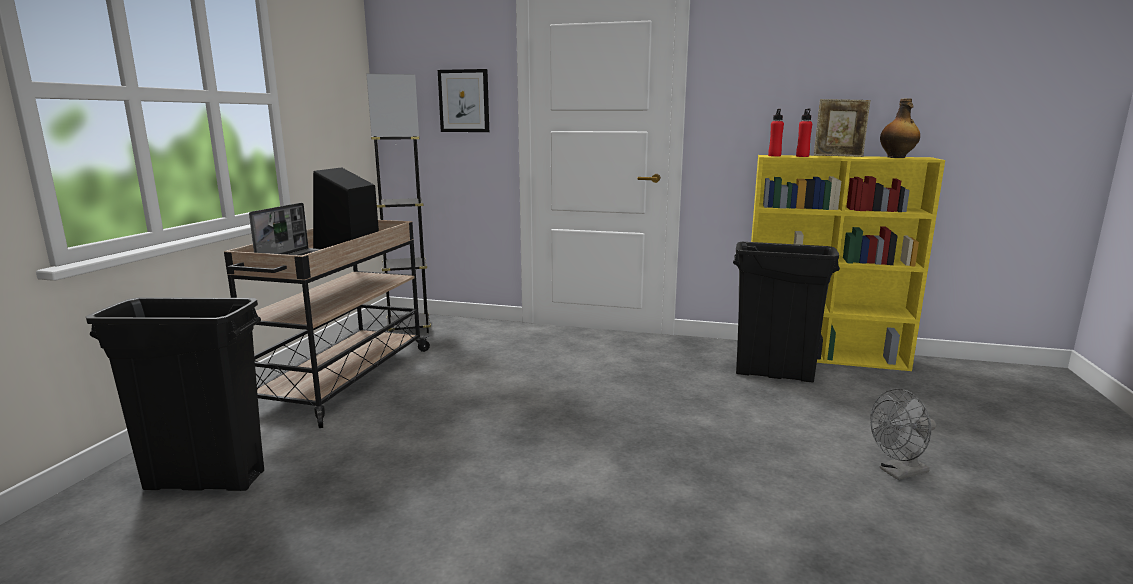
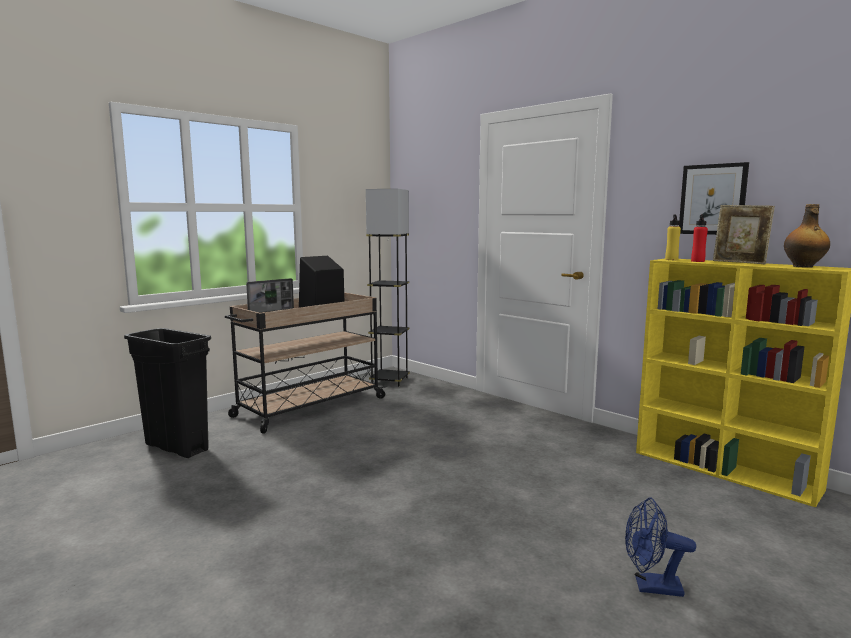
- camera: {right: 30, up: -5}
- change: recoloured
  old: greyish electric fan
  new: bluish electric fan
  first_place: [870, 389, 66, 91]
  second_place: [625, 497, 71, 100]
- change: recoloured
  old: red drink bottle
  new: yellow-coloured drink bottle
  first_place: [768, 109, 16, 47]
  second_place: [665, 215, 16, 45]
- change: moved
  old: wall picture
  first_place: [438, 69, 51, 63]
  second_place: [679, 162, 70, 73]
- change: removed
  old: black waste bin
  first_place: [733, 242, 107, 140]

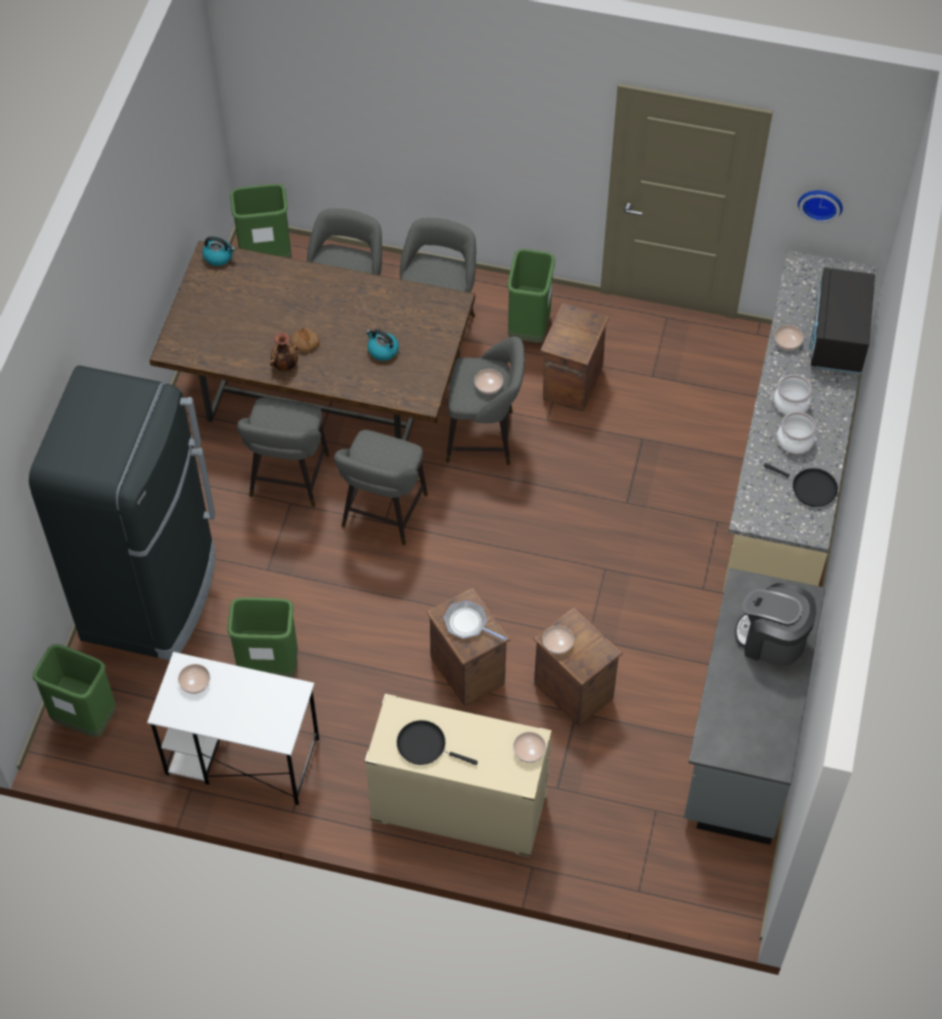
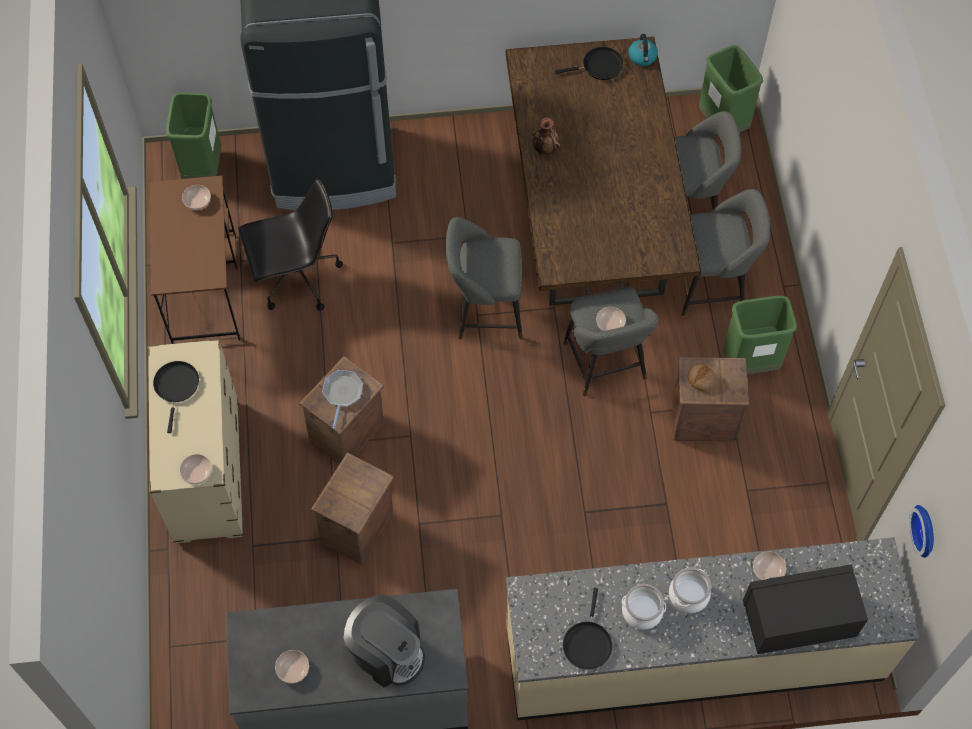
- camera: {right: 70, up: 5}
- change: recoloured
  old: white desk table
  new: brownish desk table
  first_place: [147, 652, 172, 153]
  second_place: [150, 176, 90, 168]
- change: replaced
  old: greenish waste bin
  new: black desk chair
  first_place: [227, 597, 71, 81]
  second_place: [238, 178, 105, 132]
- change: moved
  old: serving bowl
  first_place: [543, 626, 31, 28]
  second_place: [275, 650, 34, 34]
- change: turned
  old: coffee maker
  first_place: [735, 583, 81, 83]
  second_place: [344, 595, 81, 92]
  degrees: 120
- change: added
  new: black frying pan
  second_place: [554, 47, 70, 33]
- change: moved
  old: baked bread
  first_place: [290, 328, 30, 24]
  second_place: [688, 363, 28, 29]
- change: removed
  old: greyish stool
  first_place: [237, 398, 92, 109]
- change: removed
  old: tea kettle
  first_place: [366, 329, 33, 32]

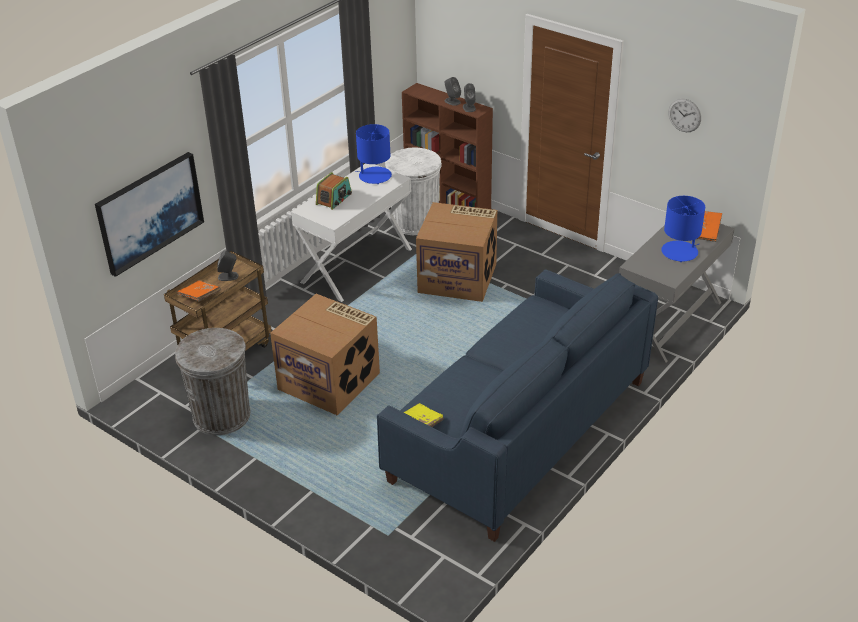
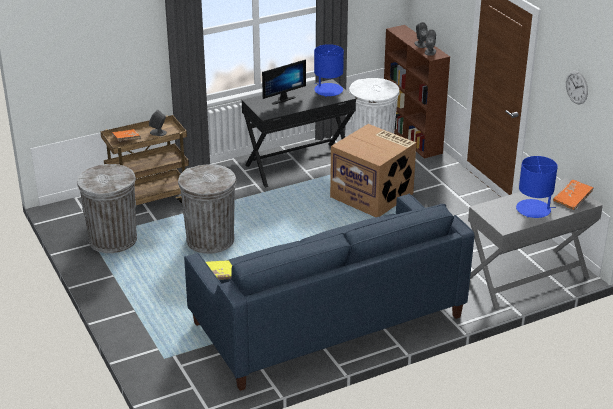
- camera: {right: 25, up: -5}
- change: replaced
  old: carton
  new: greyish waste bin
  first_place: [270, 294, 110, 121]
  second_place: [178, 164, 58, 90]
- change: recoloured
  old: white desk table
  new: black desk table
  first_place: [291, 163, 121, 139]
  second_place: [242, 79, 114, 109]
- change: replaced
  old: radio
  new: monitor
  first_place: [316, 172, 36, 38]
  second_place: [262, 59, 44, 46]
- change: removed
  old: wall picture
  first_place: [95, 152, 109, 125]

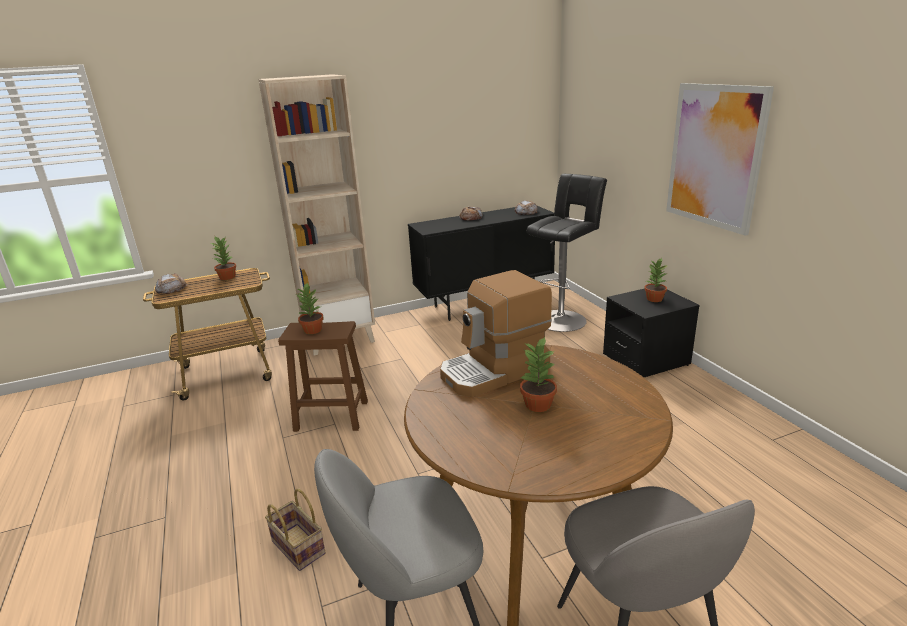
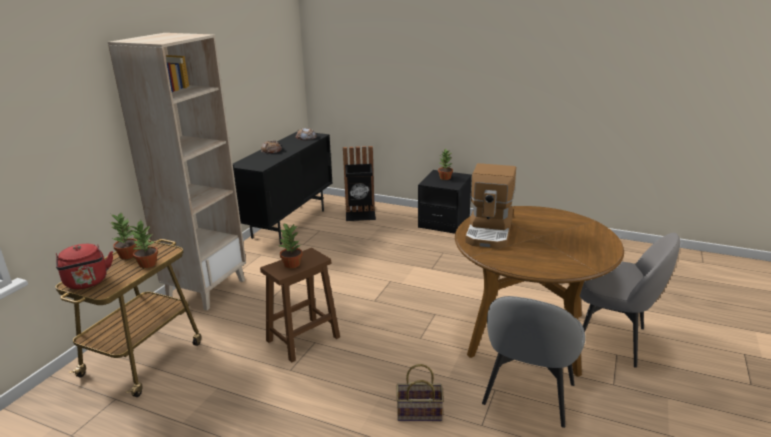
- camera: {right: -45, up: 0}
- change: replaced
  old: baked bread
  new: red tea kettle
  first_place: [155, 273, 33, 21]
  second_place: [56, 244, 57, 45]
- change: moved
  old: houseplant
  first_place: [519, 337, 38, 75]
  second_place: [130, 220, 28, 48]
- change: replaced
  old: black stool
  new: black waste bin
  first_place: [526, 174, 81, 158]
  second_place: [343, 146, 33, 75]
- change: removed
  old: wall picture
  first_place: [666, 83, 108, 153]

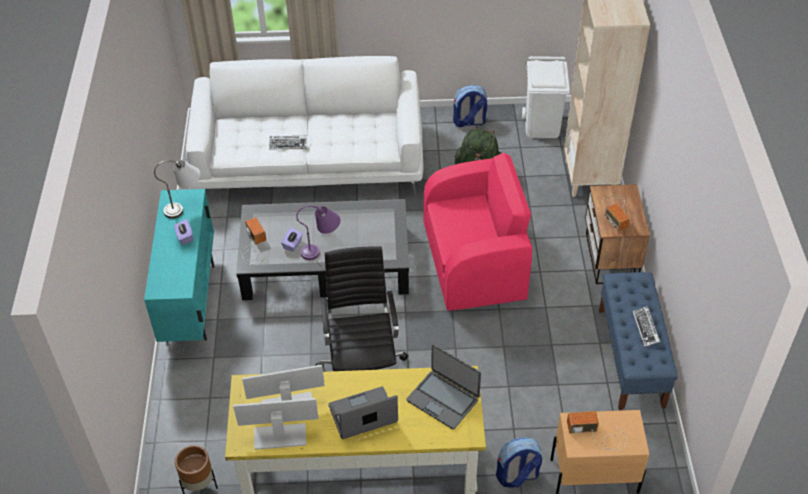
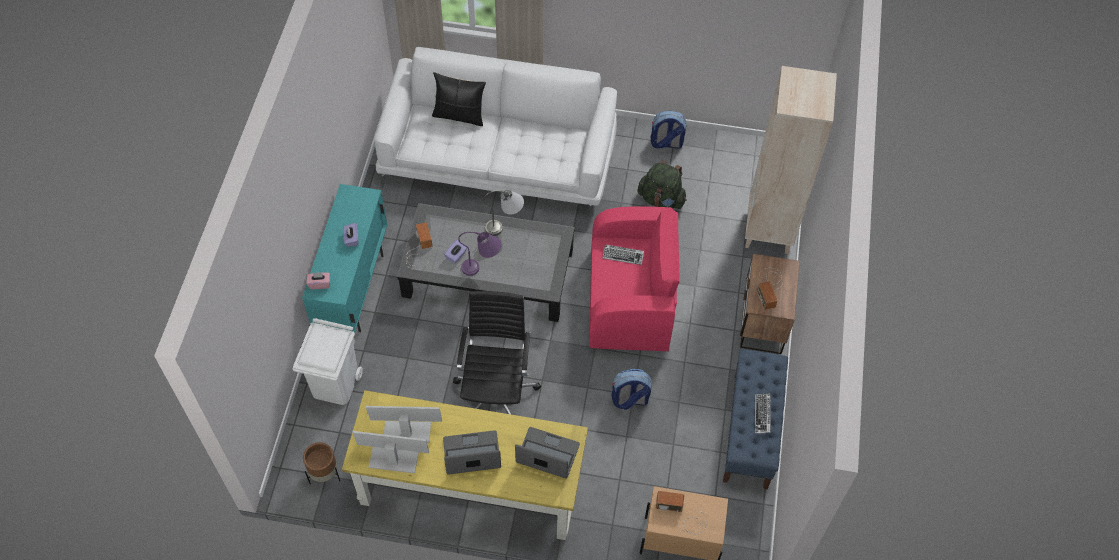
- camera: {right: 10, up: 10}
- change: moved
  old: white waste bin
  first_place: [522, 56, 48, 82]
  second_place: [293, 318, 70, 87]
- change: added
  new: pinkish tissue box
  second_place: [306, 272, 24, 17]
- change: added
  new: black throw pillow
  second_place: [432, 72, 54, 54]
- change: moved
  old: greyish lamp for a table
  first_place: [154, 160, 46, 59]
  second_place: [483, 190, 41, 46]
- change: turned
  old: laptop
  first_place: [407, 344, 74, 86]
  second_place: [515, 427, 65, 51]
  degrees: 150
- change: moved
  old: computer keyboard
  first_place: [269, 136, 39, 14]
  second_place: [603, 244, 41, 21]
- change: moved
  old: backpack
  first_place: [496, 437, 46, 51]
  second_place: [611, 369, 41, 41]

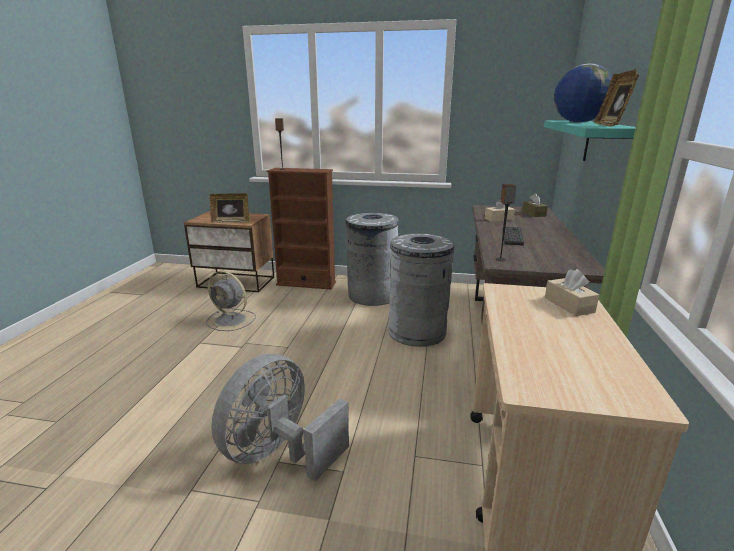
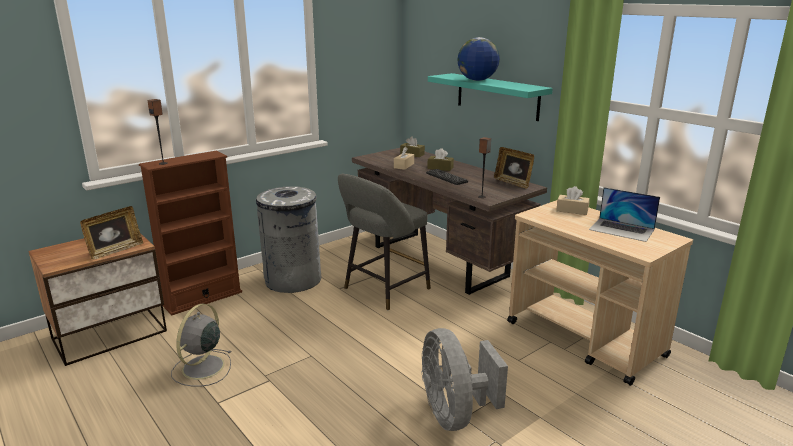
- camera: {right: -50, up: 0}
- change: turned
  old: greyish electric fan
  first_place: [206, 271, 50, 60]
  second_place: [171, 303, 60, 84]
  degrees: 135
- change: replaced
  old: greyish waste bin
  new: greyish stool
  first_place: [388, 234, 67, 113]
  second_place: [338, 174, 93, 136]
- change: added
  new: brownish tissue box
  second_place: [427, 148, 27, 23]
- change: moved
  old: photo frame
  first_place: [594, 69, 45, 58]
  second_place: [494, 147, 40, 42]
- change: added
  new: laptop
  second_place: [589, 187, 71, 55]

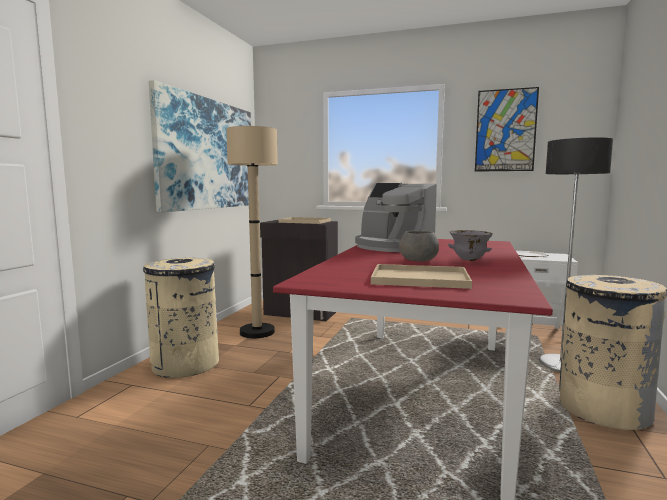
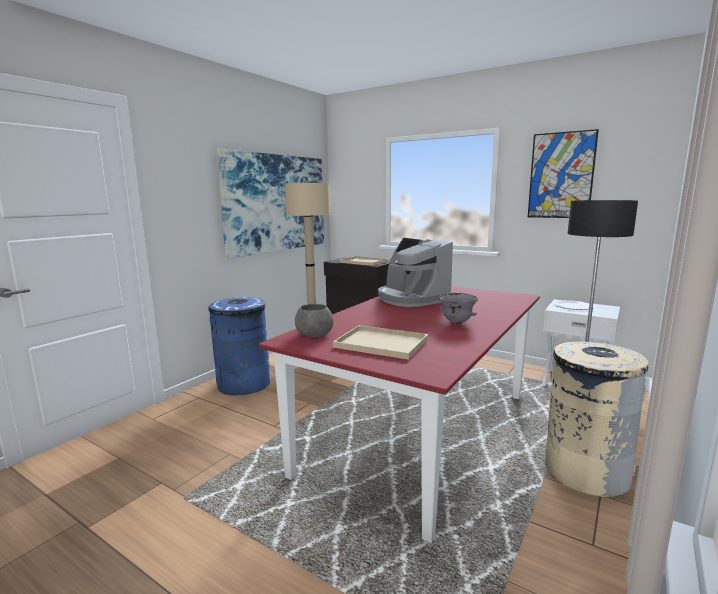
- camera: {right: 15, up: 5}
- change: recoloured
  old: beige waste bin
  new: bluish waste bin
  first_place: [143, 258, 76, 120]
  second_place: [208, 297, 63, 98]
- change: moved
  old: greyish serving bowl
  first_place: [399, 231, 40, 30]
  second_place: [295, 304, 39, 33]

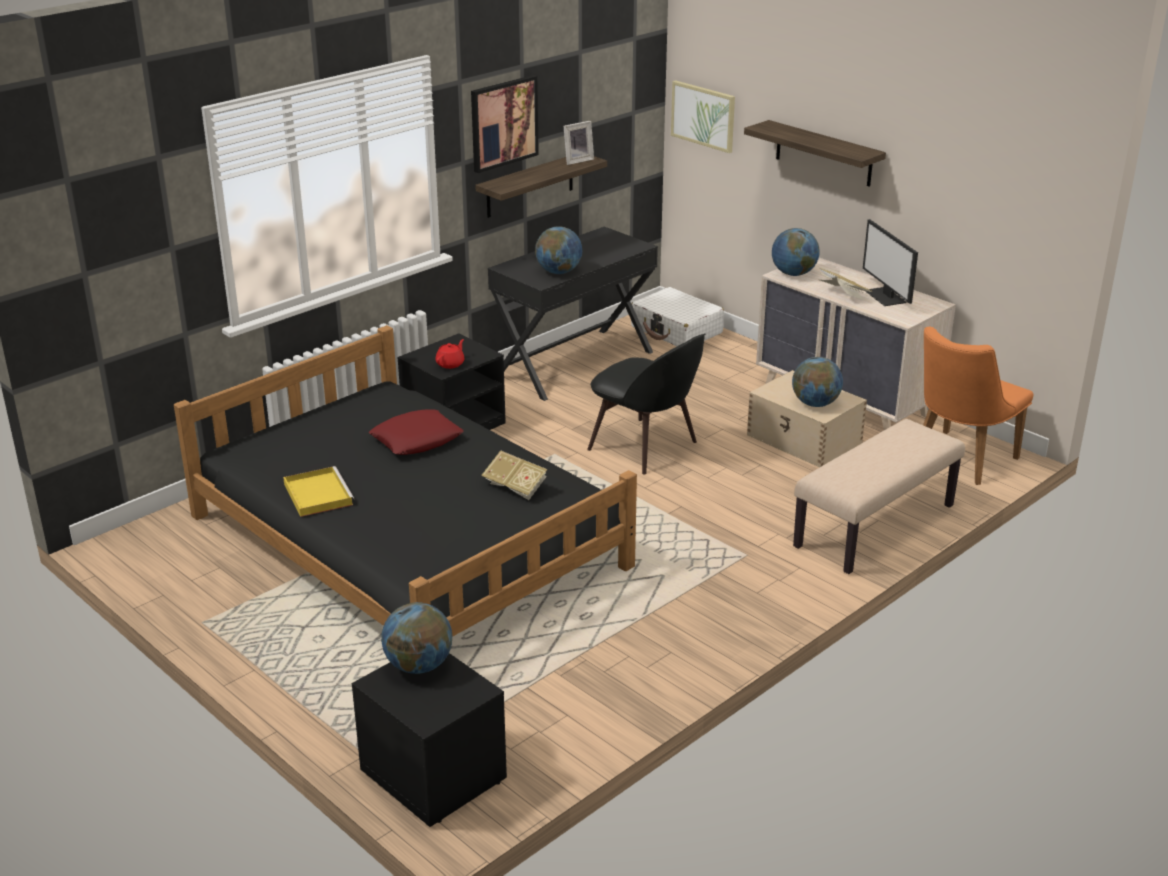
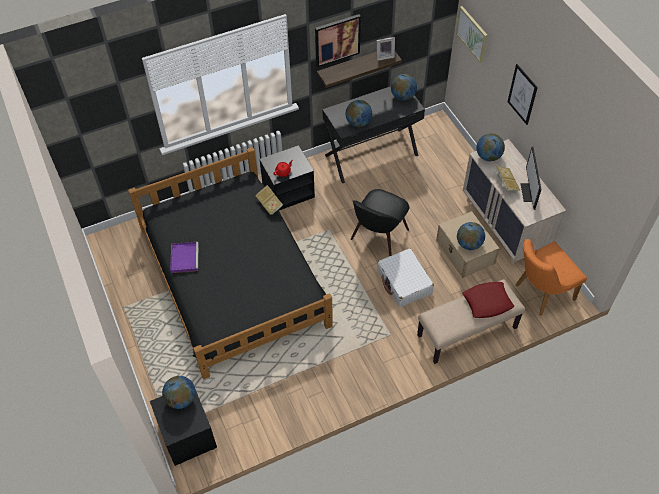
- camera: {right: 20, up: 25}
- change: recoloured
  old: yellow-coloured tray
  new: purple-coloured tray
  first_place: [283, 466, 71, 51]
  second_place: [170, 242, 28, 31]
- change: moved
  old: book
  first_place: [481, 450, 66, 50]
  second_place: [255, 185, 28, 30]
- change: turned
  old: black plain chair
  first_place: [587, 333, 119, 141]
  second_place: [351, 189, 58, 67]
  degrees: 60
- change: moved
  old: white suitcase
  first_place: [631, 287, 93, 59]
  second_place: [377, 248, 57, 59]
- change: added
  new: globe
  second_place: [391, 74, 26, 27]
- change: moved
  old: red throw pillow
  first_place: [369, 409, 95, 46]
  second_place: [462, 282, 52, 36]
- change: replaced
  old: wall shelf
  new: wall picture
  first_place: [744, 120, 142, 67]
  second_place: [508, 64, 30, 61]

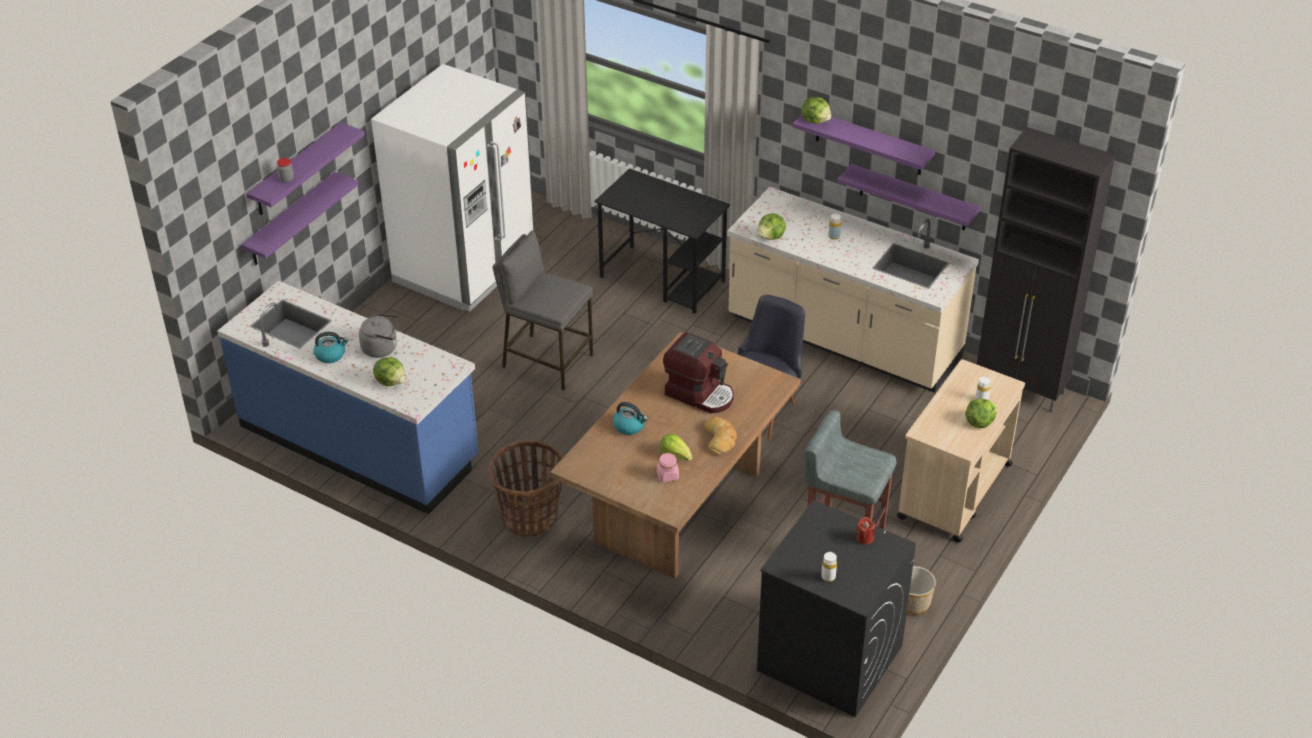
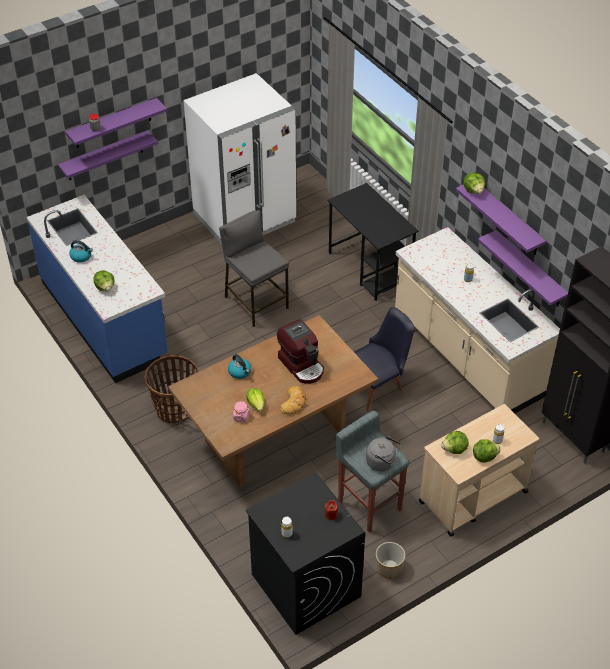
- camera: {right: 25, up: 5}
- change: moved
  old: greyish tea kettle
  first_place: [359, 313, 40, 45]
  second_place: [366, 436, 35, 35]
- change: moved
  old: lettuce
  first_place: [757, 213, 29, 27]
  second_place: [441, 431, 28, 23]

